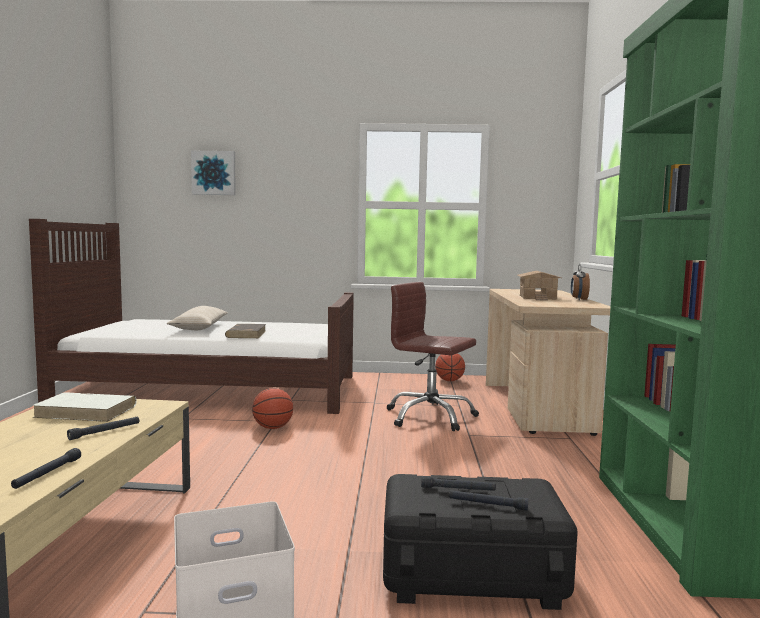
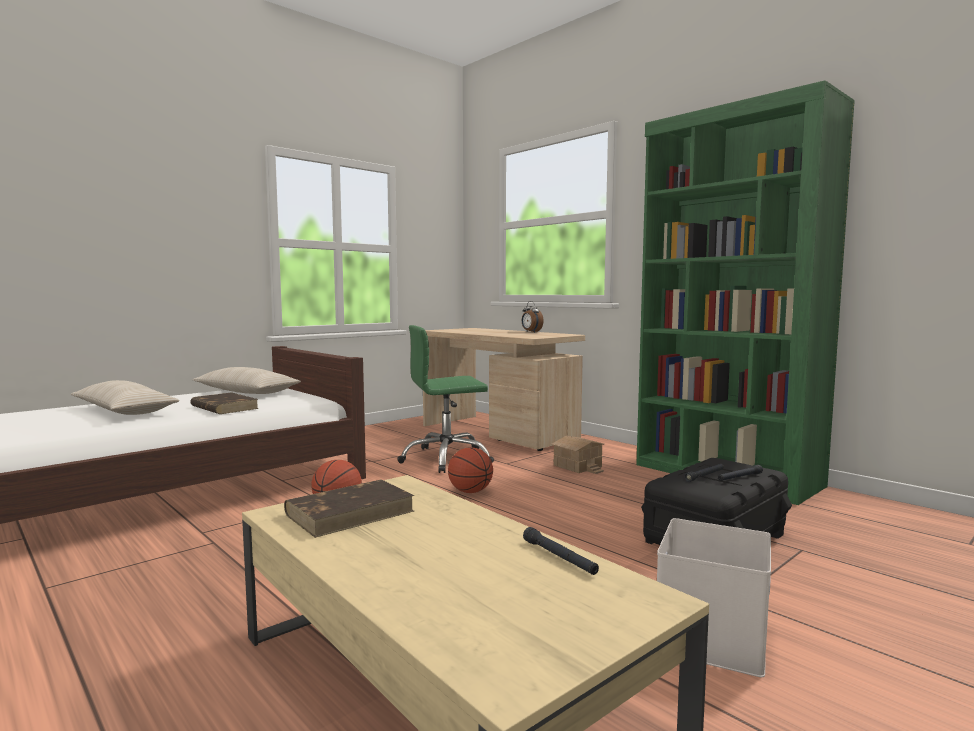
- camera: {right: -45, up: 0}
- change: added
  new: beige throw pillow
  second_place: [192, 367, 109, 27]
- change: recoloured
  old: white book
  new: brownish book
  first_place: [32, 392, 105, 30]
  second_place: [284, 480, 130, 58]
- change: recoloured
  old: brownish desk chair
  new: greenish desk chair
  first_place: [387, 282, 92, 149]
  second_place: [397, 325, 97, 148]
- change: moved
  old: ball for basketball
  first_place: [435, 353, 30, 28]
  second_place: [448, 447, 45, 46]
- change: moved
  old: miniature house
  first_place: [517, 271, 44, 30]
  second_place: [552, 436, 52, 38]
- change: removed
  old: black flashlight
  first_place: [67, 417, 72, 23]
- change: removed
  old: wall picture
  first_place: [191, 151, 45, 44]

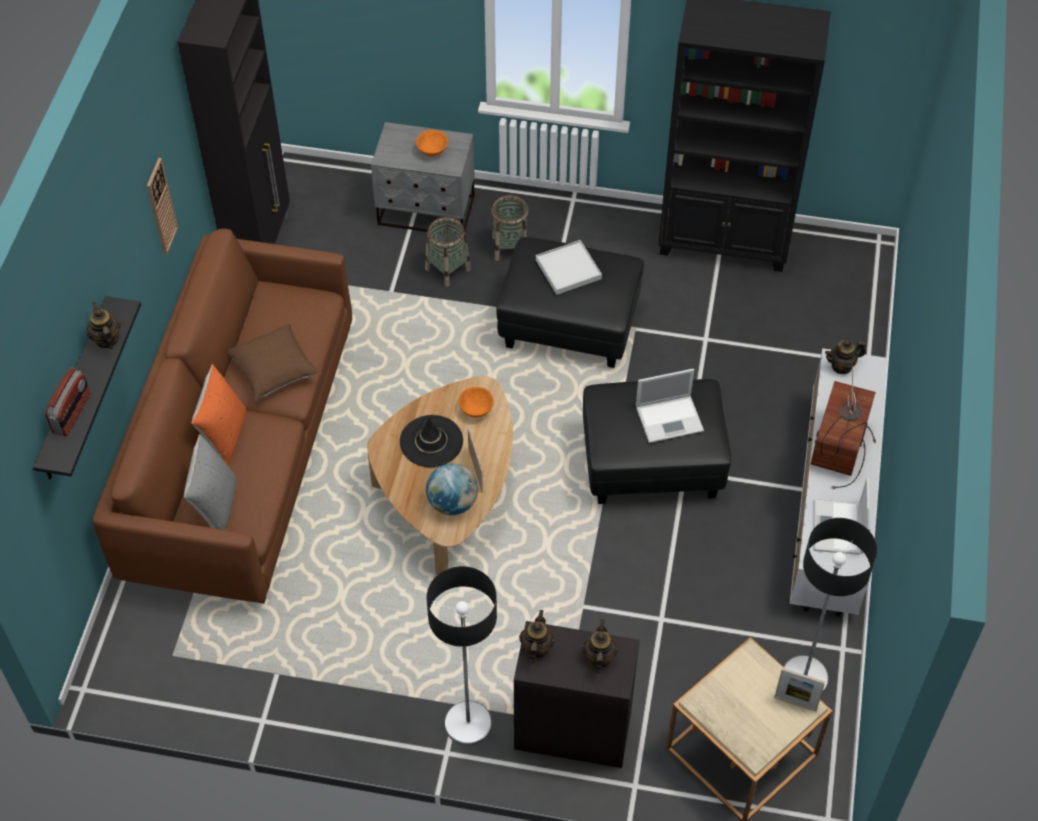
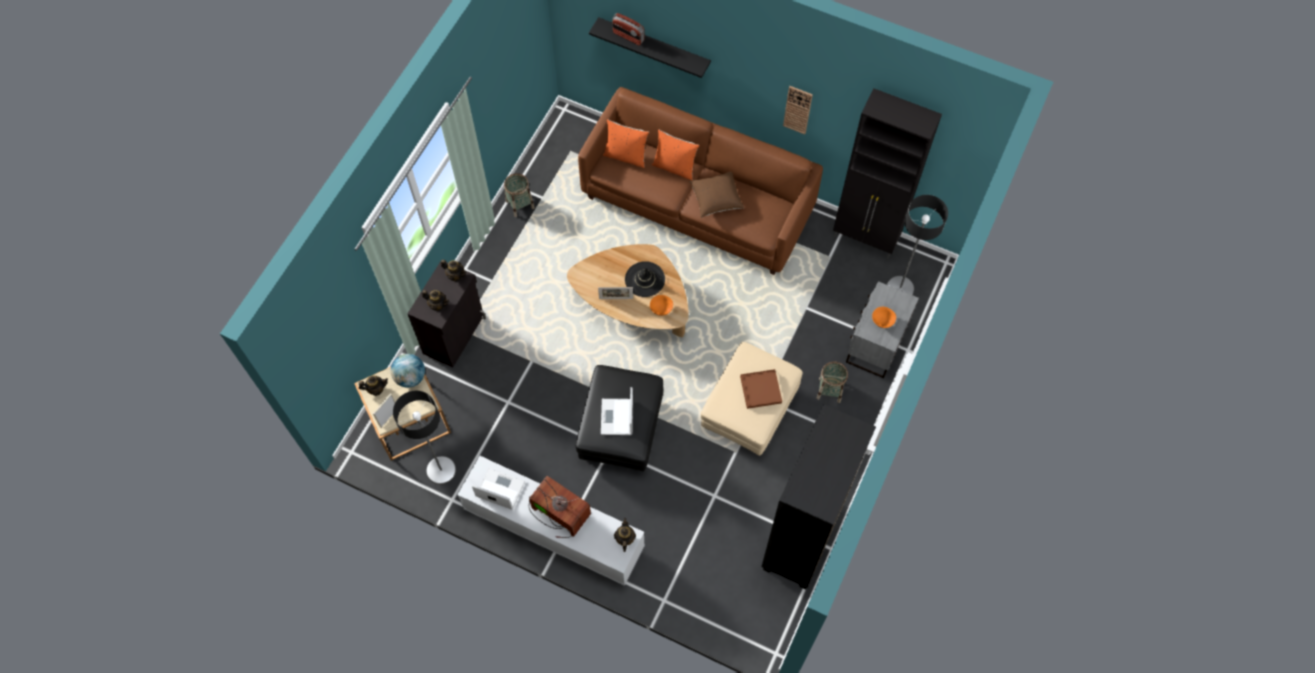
- camera: {right: 105, up: 10}
- change: moved
  old: pot for tea
  first_place: [86, 302, 35, 47]
  second_place: [359, 376, 29, 20]
- change: moved
  old: globe
  first_place: [426, 463, 52, 52]
  second_place: [391, 354, 34, 34]
- change: moved
  old: storage basket
  first_place: [425, 217, 46, 70]
  second_place: [504, 173, 31, 44]
- change: recoloured
  old: greyish throw pillow
  new: orange throw pillow
  first_place: [184, 434, 52, 96]
  second_place: [603, 119, 46, 49]
- change: recoloured
  old: black footrest
  new: beige footrest
  first_place: [496, 237, 148, 131]
  second_place: [701, 342, 102, 114]
- change: recoloured
  old: white tray
  new: brownish tray
  first_place: [536, 240, 66, 55]
  second_place: [740, 369, 42, 40]
- change: moved
  old: standing lamp
  first_place: [427, 566, 70, 180]
  second_place: [887, 195, 61, 100]

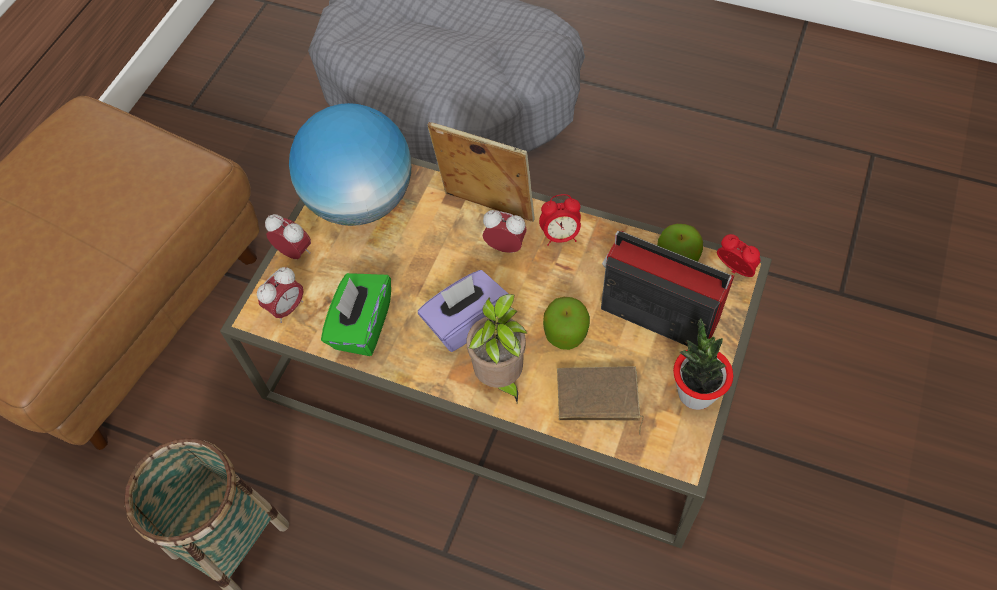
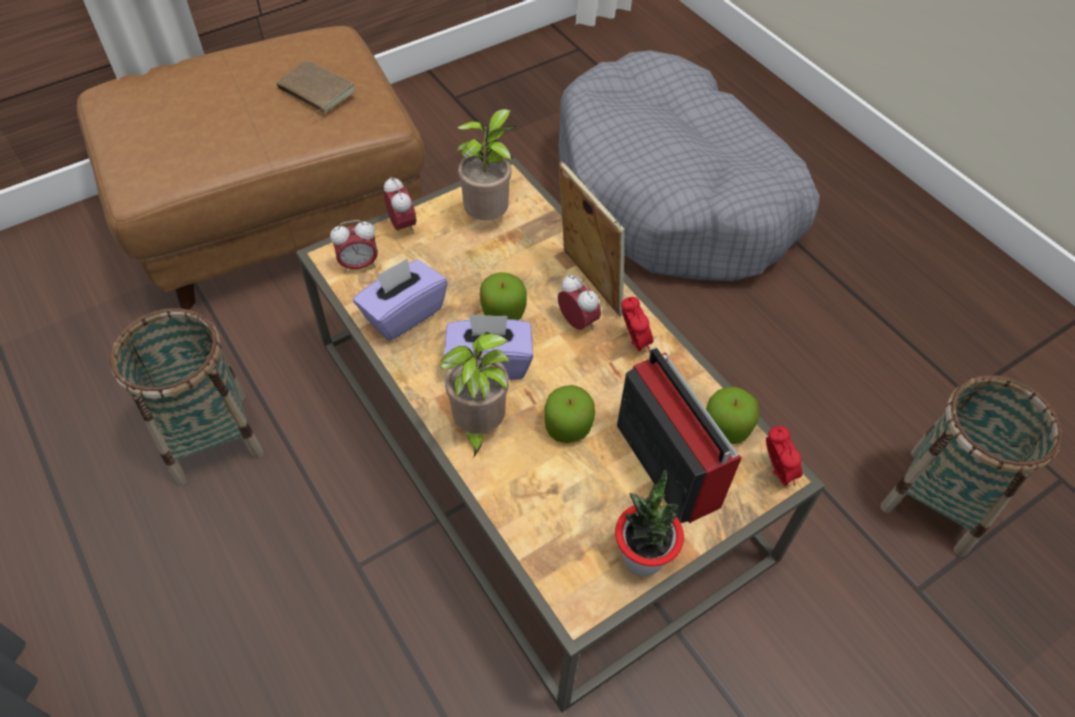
- camera: {right: 30, up: -5}
- change: moved
  old: brownish book
  first_place: [557, 366, 87, 69]
  second_place: [276, 60, 79, 56]
- change: recoloured
  old: greenish tissue box
  new: purple-coloured tissue box
  first_place: [321, 273, 70, 83]
  second_place: [353, 259, 94, 82]
- change: replaced
  old: globe
  new: houseplant
  first_place: [289, 103, 122, 123]
  second_place: [457, 109, 58, 111]
- change: added
  new: apple
  second_place: [480, 272, 47, 48]
- change: turned
  old: table clock
  first_place: [539, 194, 42, 52]
  second_place: [621, 297, 33, 55]
  degrees: -135
- change: added
  new: storage basket
  second_place: [881, 375, 181, 182]

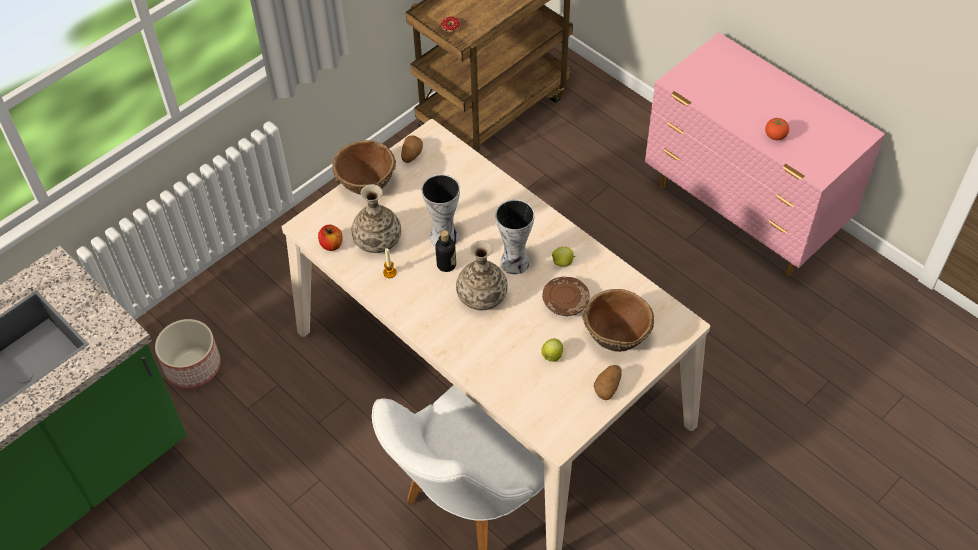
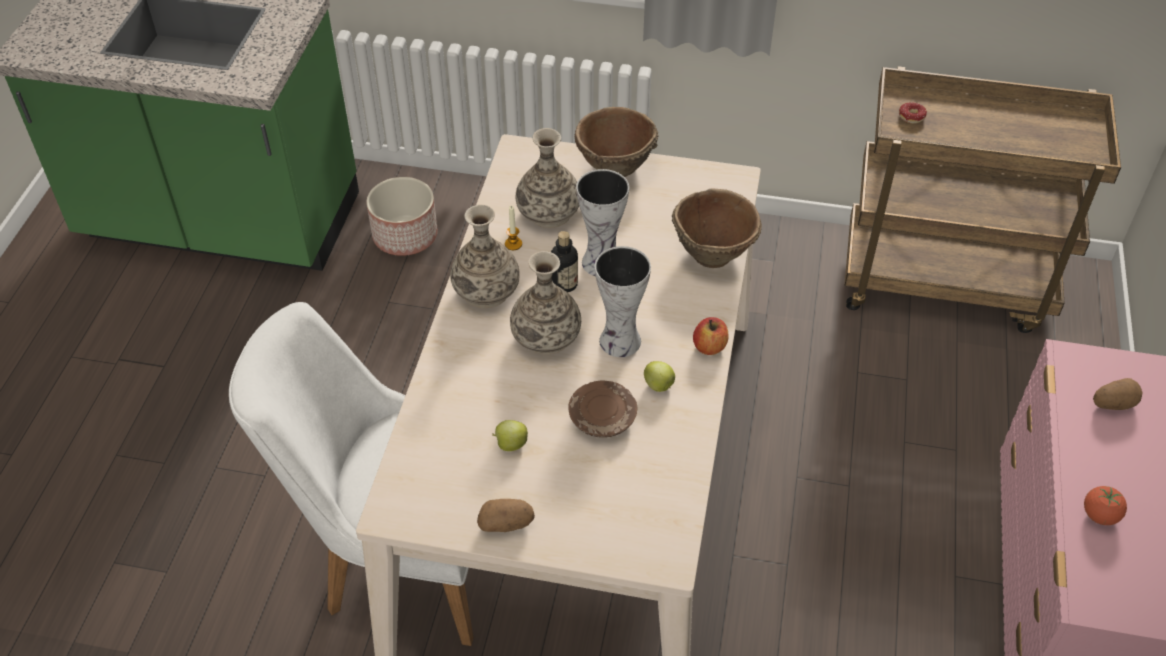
- camera: {right: 55, up: -5}
- change: added
  new: decorative vase
  second_place: [450, 205, 70, 103]
- change: moved
  old: brownish serving bowl
  first_place: [582, 289, 72, 63]
  second_place: [672, 188, 90, 80]
- change: moved
  old: apple
  first_place: [318, 225, 25, 26]
  second_place: [693, 317, 36, 38]
- change: moved
  old: potato
  first_place: [401, 135, 22, 28]
  second_place: [1093, 378, 50, 32]

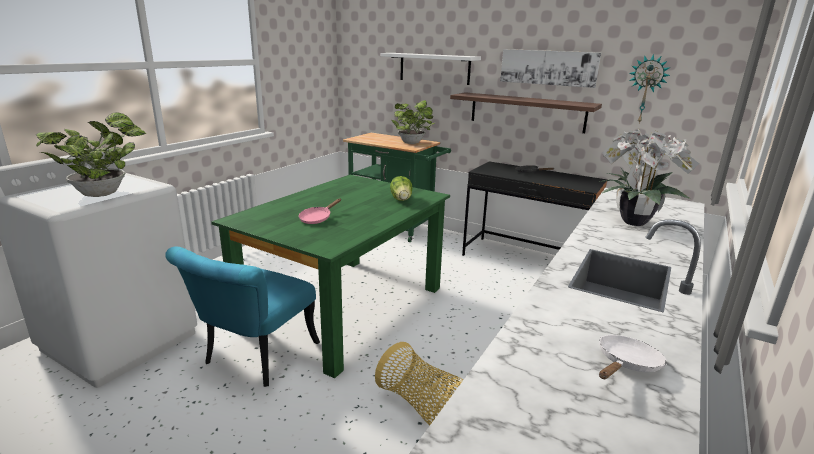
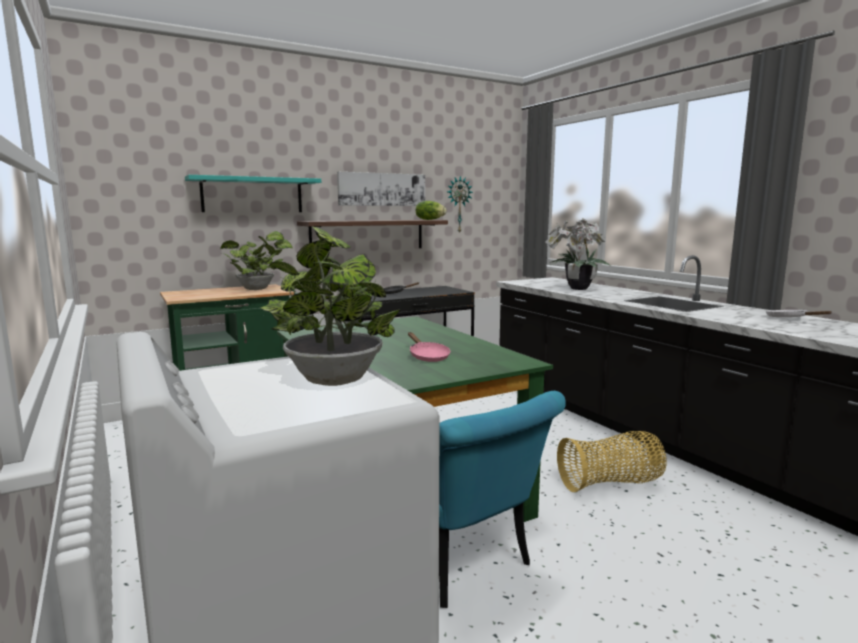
- camera: {right: -60, up: -10}
- change: recoloured
  old: white wall shelf
  new: blue-green wall shelf
  first_place: [381, 53, 100, 32]
  second_place: [185, 175, 136, 37]
- change: moved
  old: lettuce
  first_place: [390, 176, 22, 25]
  second_place: [416, 201, 31, 19]

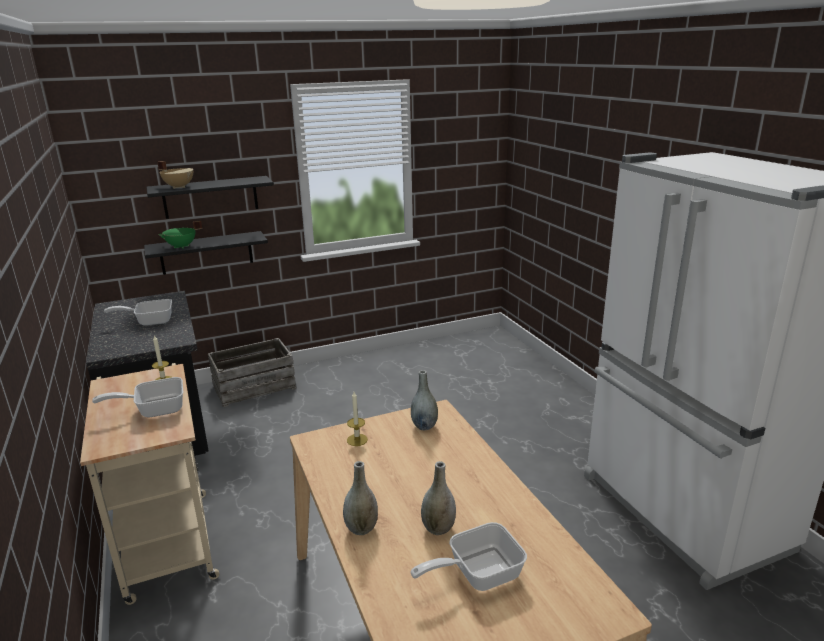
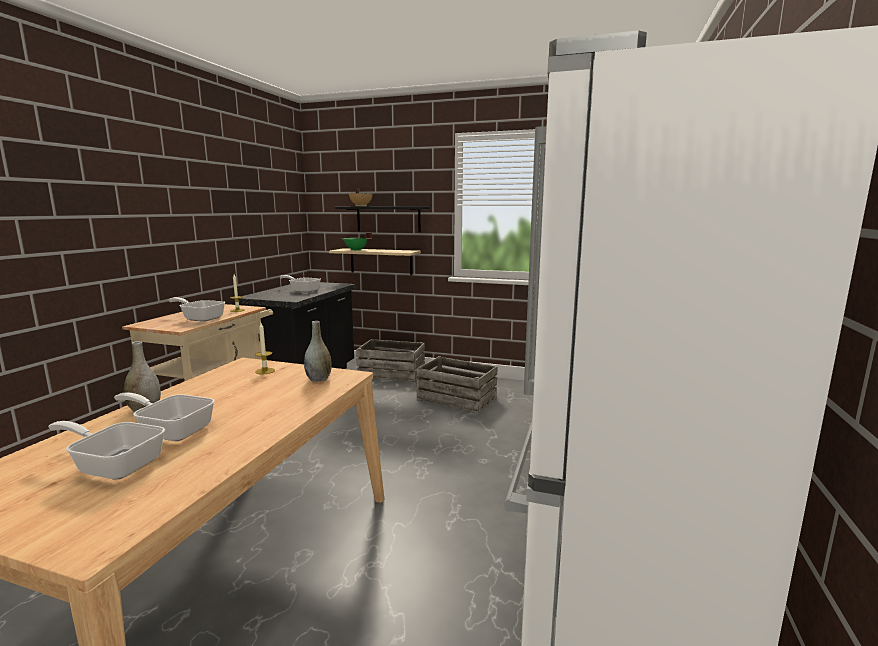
- camera: {right: 40, up: -10}
- change: replaced
  old: greyish decorative vase
  new: frying pan
  first_place: [421, 461, 35, 74]
  second_place: [114, 392, 101, 49]
- change: recoloured
  old: black wall shelf
  new: beige wall shelf
  first_place: [144, 231, 124, 44]
  second_place: [329, 248, 92, 27]
- change: added
  new: shipping crate
  second_place: [416, 356, 82, 58]

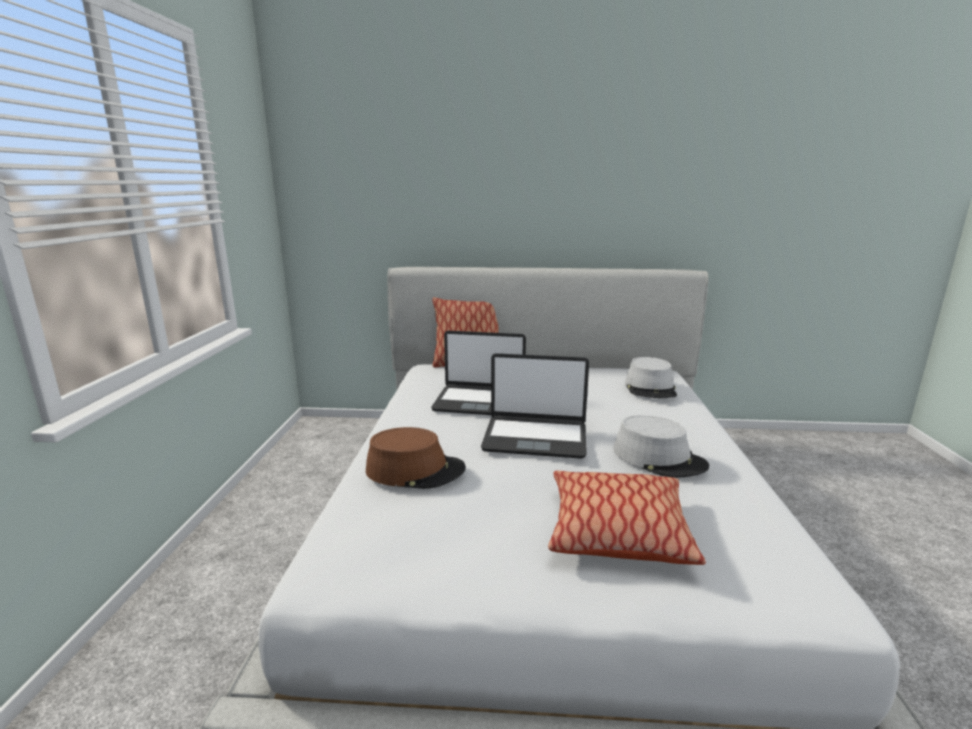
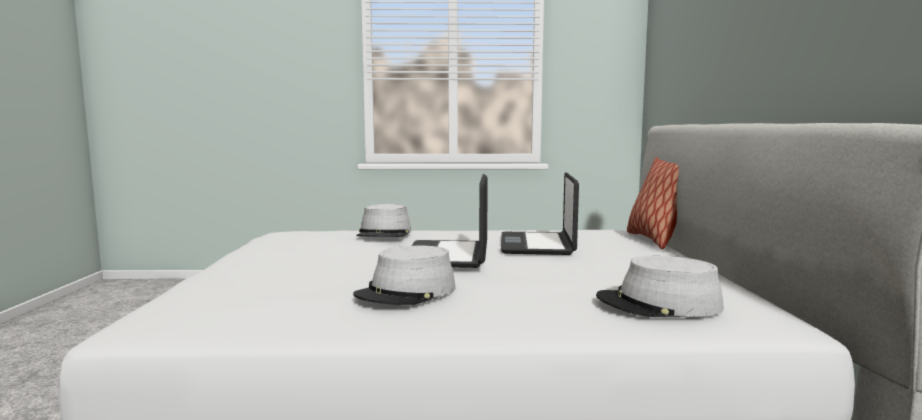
- camera: {right: 85, up: -10}
- change: recoloured
  old: brownish hat
  new: greyish hat
  first_place: [366, 427, 100, 62]
  second_place: [357, 204, 54, 33]
- change: removed
  old: throw pillow
  first_place: [548, 471, 158, 94]

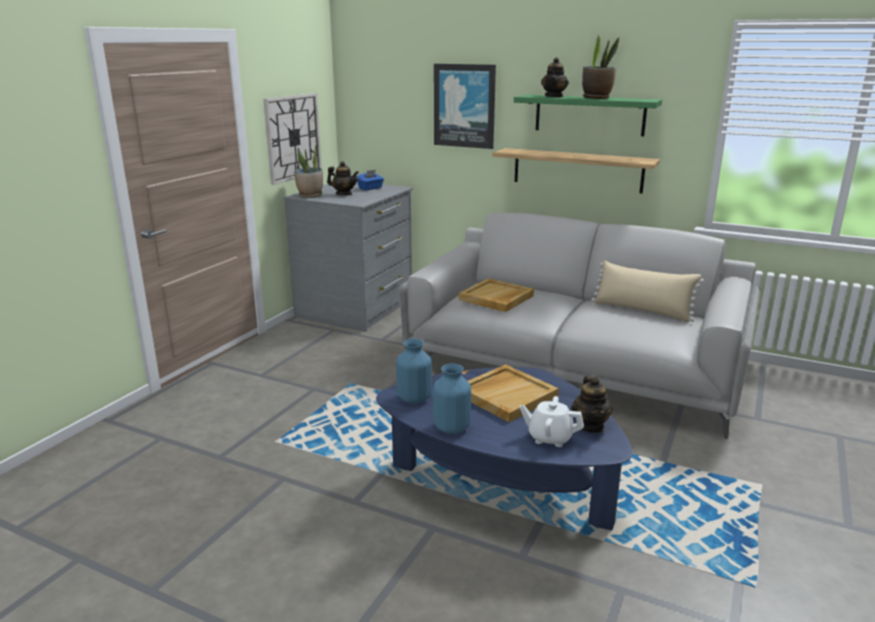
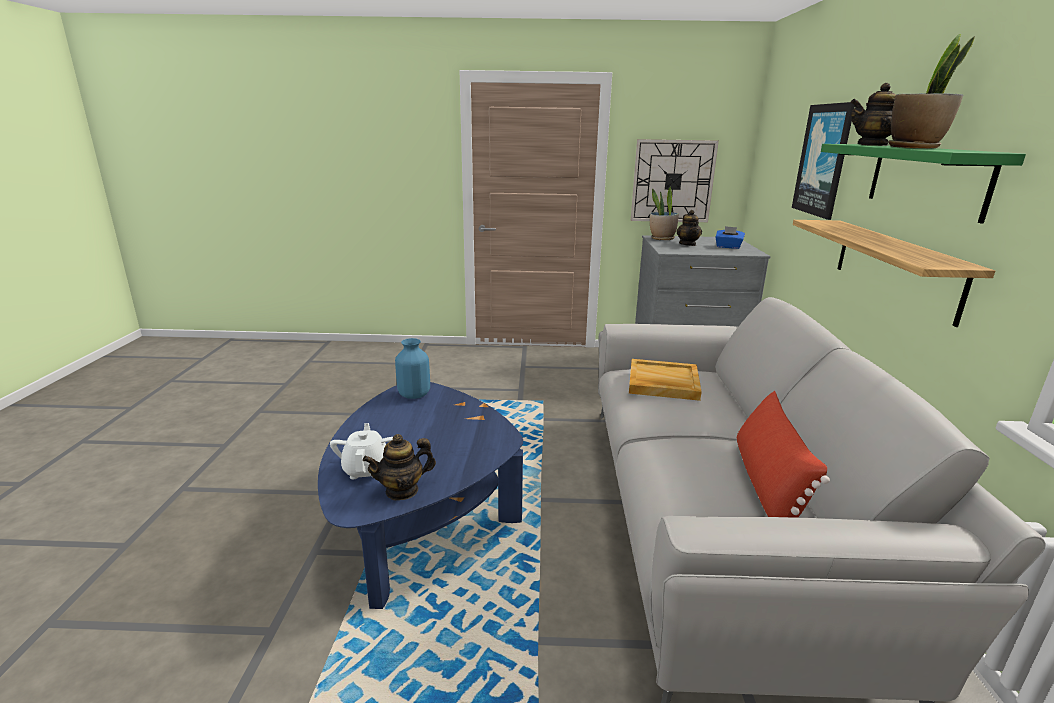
- camera: {right: 65, up: 0}
- change: recoloured
  old: beige throw pillow
  new: red throw pillow
  first_place: [591, 260, 113, 62]
  second_place: [737, 391, 93, 127]
- change: removed
  old: bluish decorative vase
  first_place: [433, 364, 38, 70]
- change: removed
  old: beige tray
  first_place: [468, 364, 91, 58]

